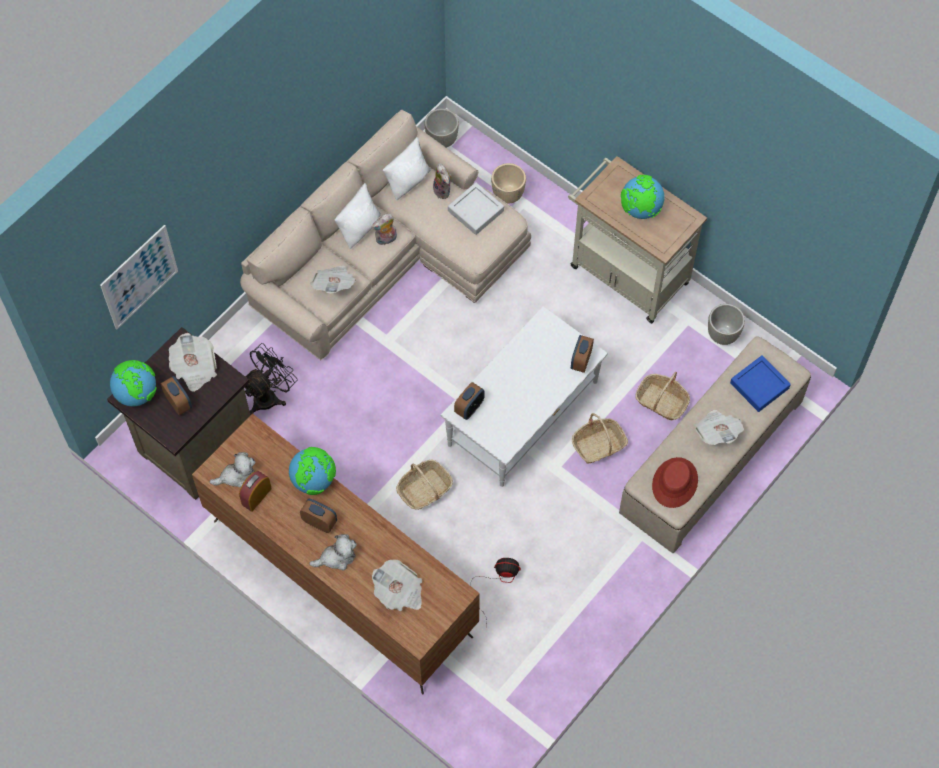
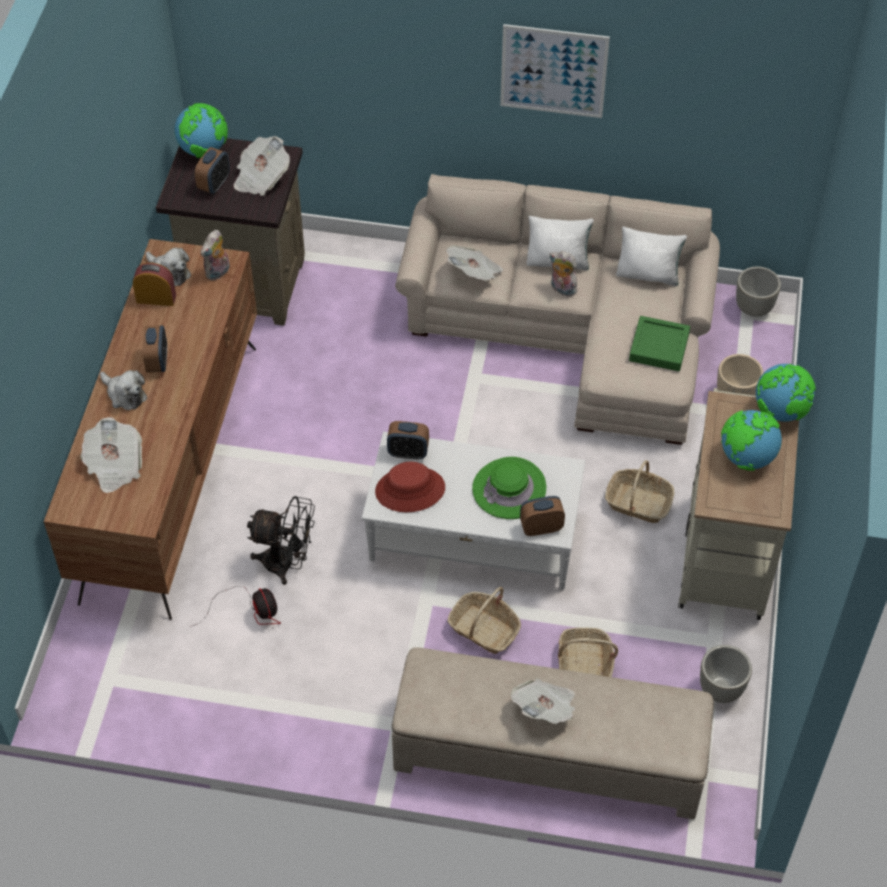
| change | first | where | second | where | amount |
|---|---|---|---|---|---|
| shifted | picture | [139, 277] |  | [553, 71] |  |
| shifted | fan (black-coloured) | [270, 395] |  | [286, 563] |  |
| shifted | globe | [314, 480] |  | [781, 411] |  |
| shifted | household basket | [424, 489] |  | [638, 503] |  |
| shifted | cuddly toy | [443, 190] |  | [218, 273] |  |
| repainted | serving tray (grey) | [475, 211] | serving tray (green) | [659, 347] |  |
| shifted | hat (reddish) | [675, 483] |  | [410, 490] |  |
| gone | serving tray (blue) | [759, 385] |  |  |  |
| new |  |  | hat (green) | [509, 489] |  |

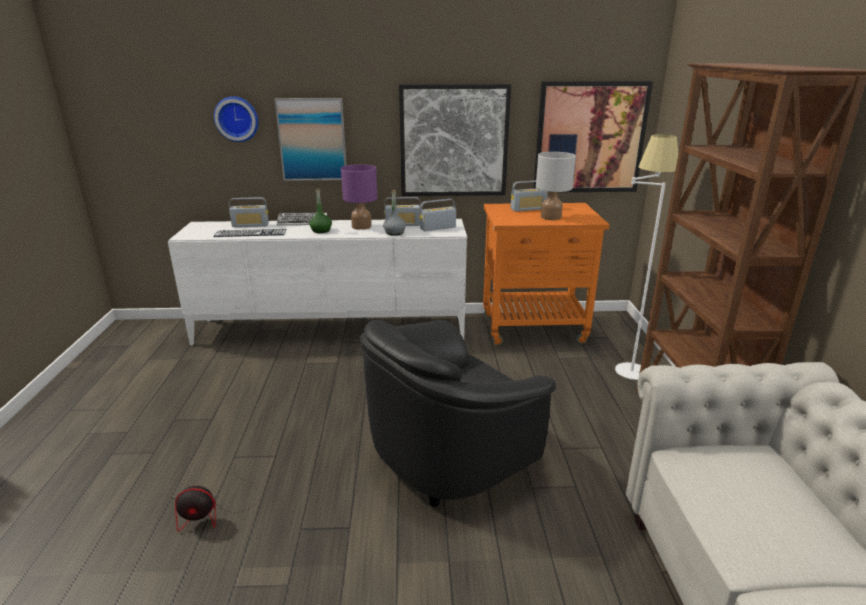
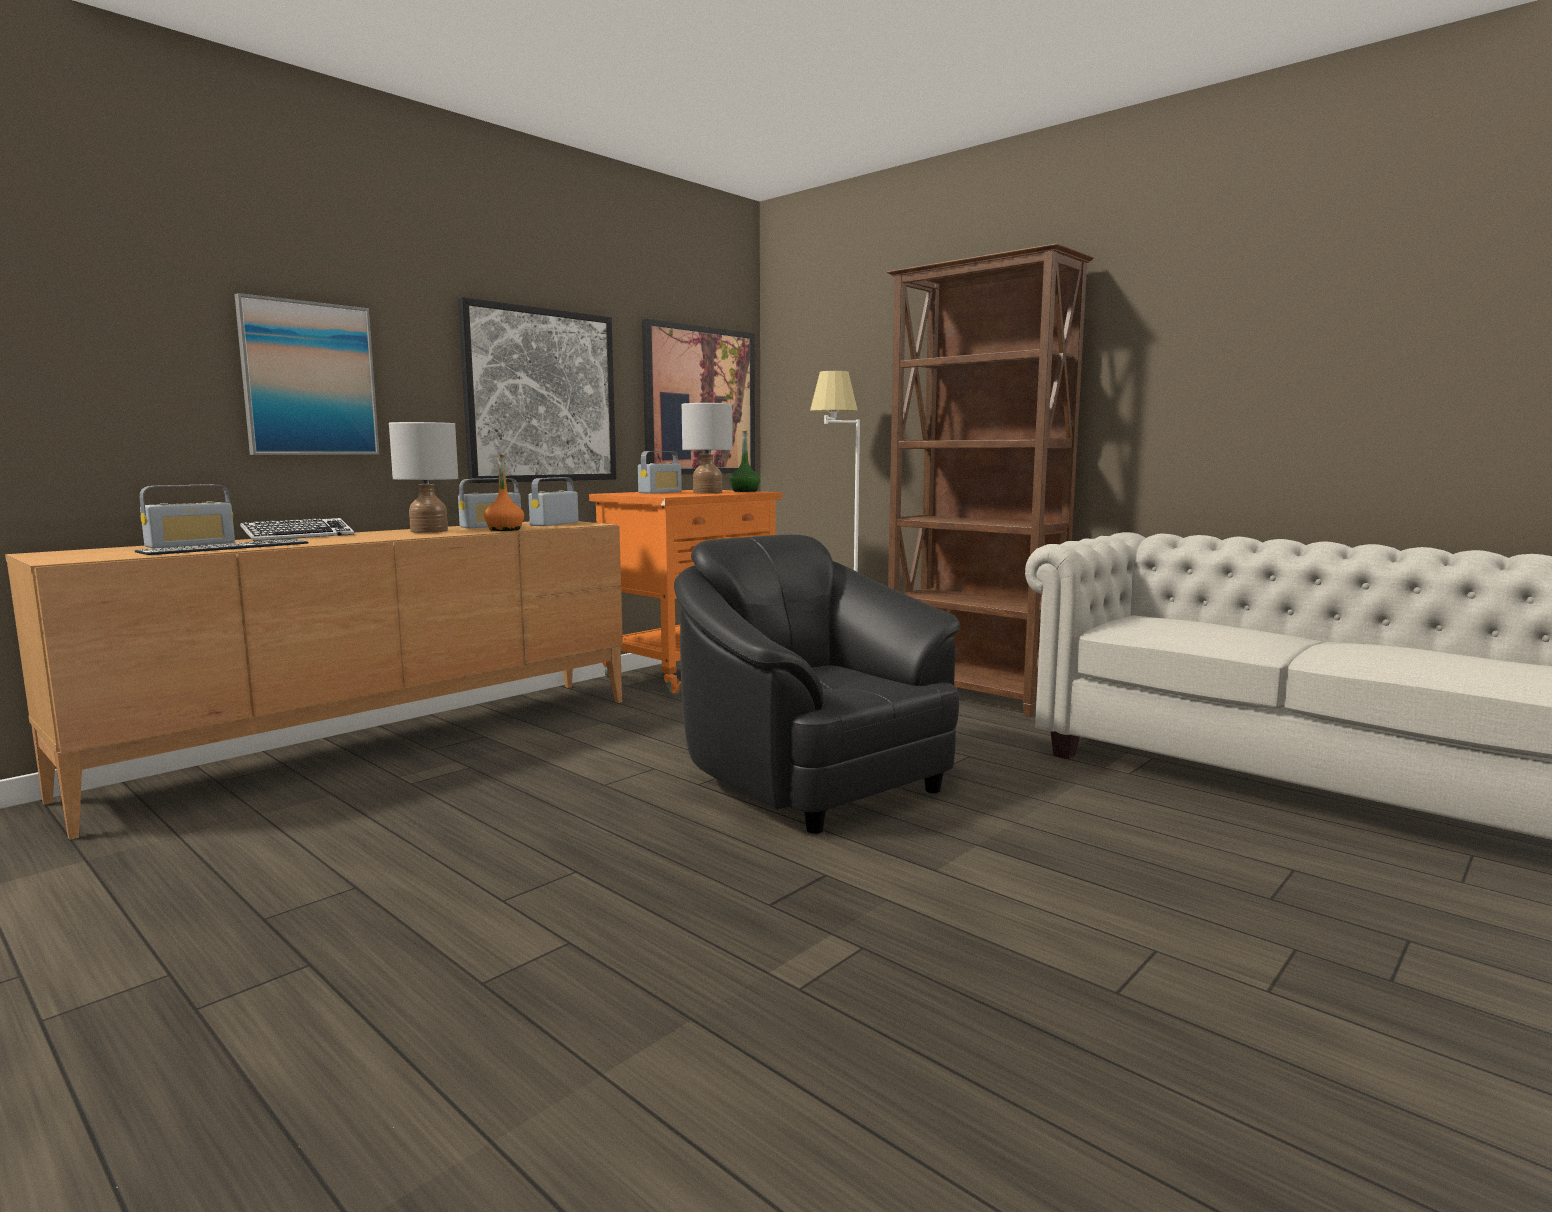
| change | first | where | second | where | amount |
|---|---|---|---|---|---|
| repainted | cupboard (white-coloured) | [332, 329] | cupboard (brown-coloured) | [382, 743] |  |
| gone | fan | [215, 510] |  |  |  |
| gone | wall clock | [237, 119] |  |  |  |
| shifted | drink bottle (green) | [321, 230] |  | [744, 491] |  |
| repainted | table lamp (purplish) | [361, 226] | table lamp (grey) | [428, 531] |  |
| rotated | armchair (black-coloured) | [452, 455] |  | [812, 781] | 135 degrees clockwise |
| repainted | drink bottle (grey) | [395, 233] | drink bottle (orange) | [505, 529] |  |

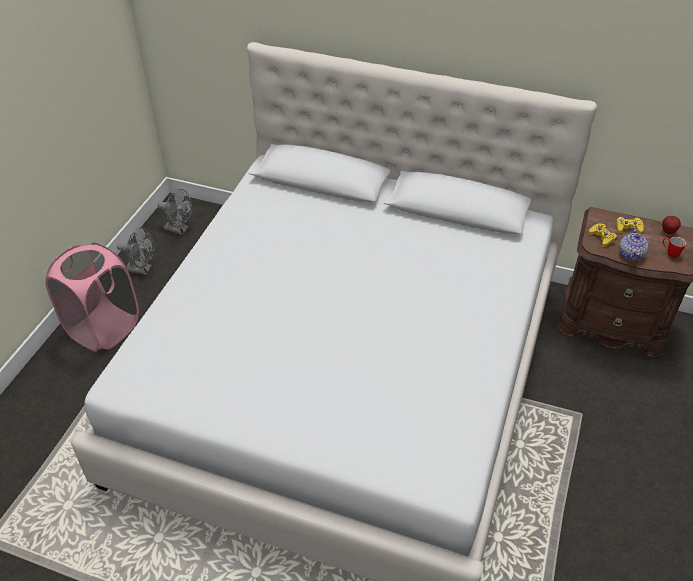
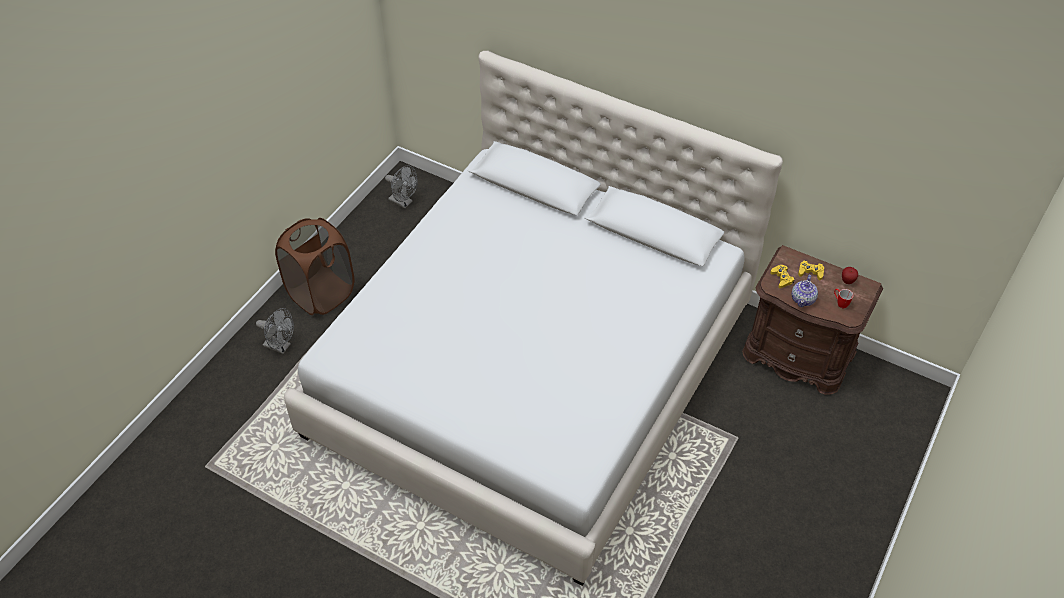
| change | first | where | second | where | amount |
|---|---|---|---|---|---|
| repainted | hamper (pink) | [104, 329] | hamper (brown-coloured) | [321, 294] |  |
| shifted | fan (grey) | [142, 269] |  | [281, 346] |  |

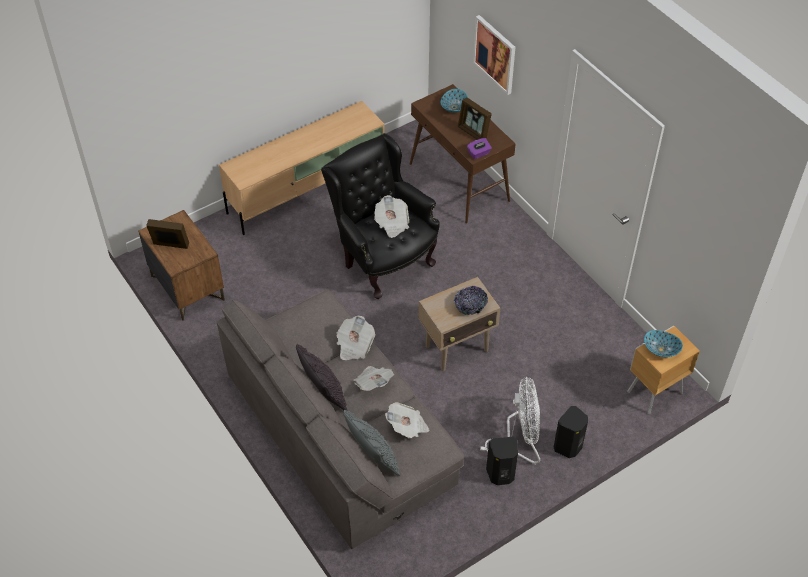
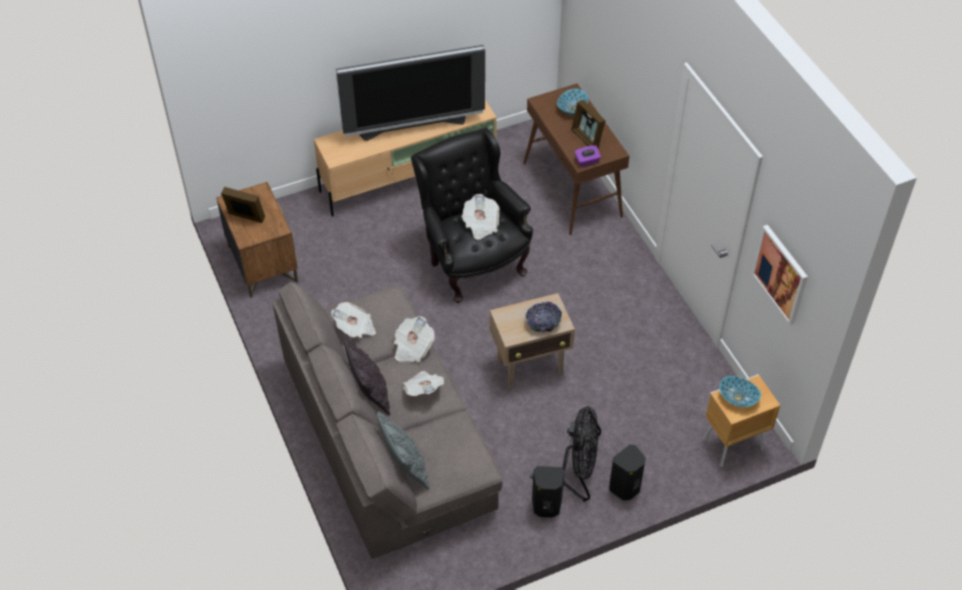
| change | first | where | second | where | amount |
|---|---|---|---|---|---|
| shifted | daily paper | [407, 427] |  | [355, 328] |  |
| shifted | picture | [495, 54] |  | [781, 274] |  |
| repainted | fan (white-coloured) | [518, 436] | fan (black-coloured) | [574, 469] |  |
| new |  |  | TV | [413, 126] |  |

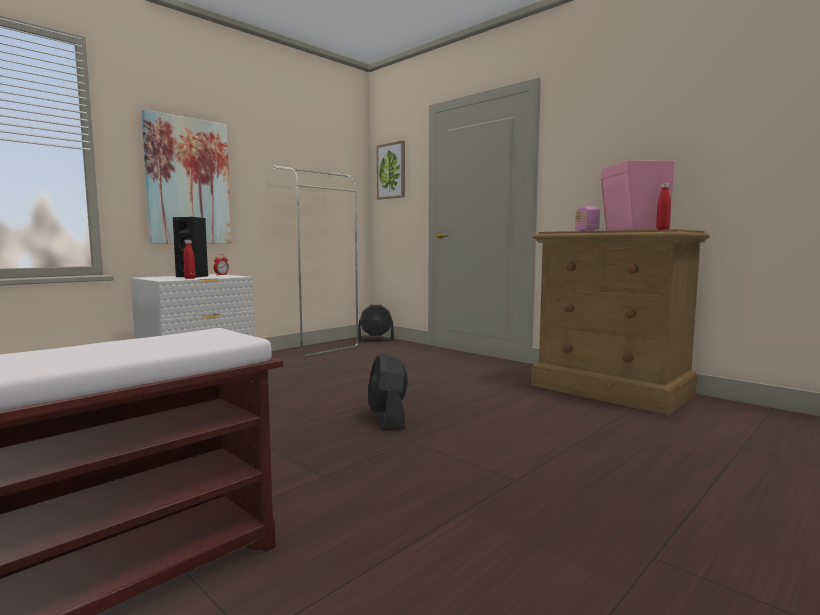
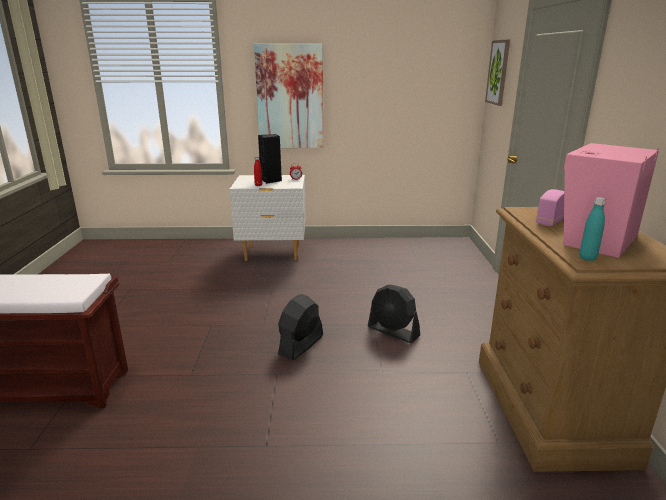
| change | first | where | second | where | amount |
|---|---|---|---|---|---|
| gone | garment rack (grey) | [320, 348] |  |  |  |
| shifted | fan (black-coloured) | [376, 340] |  | [393, 331] |  |
| repainted | drink bottle (reddish) | [662, 229] | drink bottle (turquoise) | [587, 258] |  |

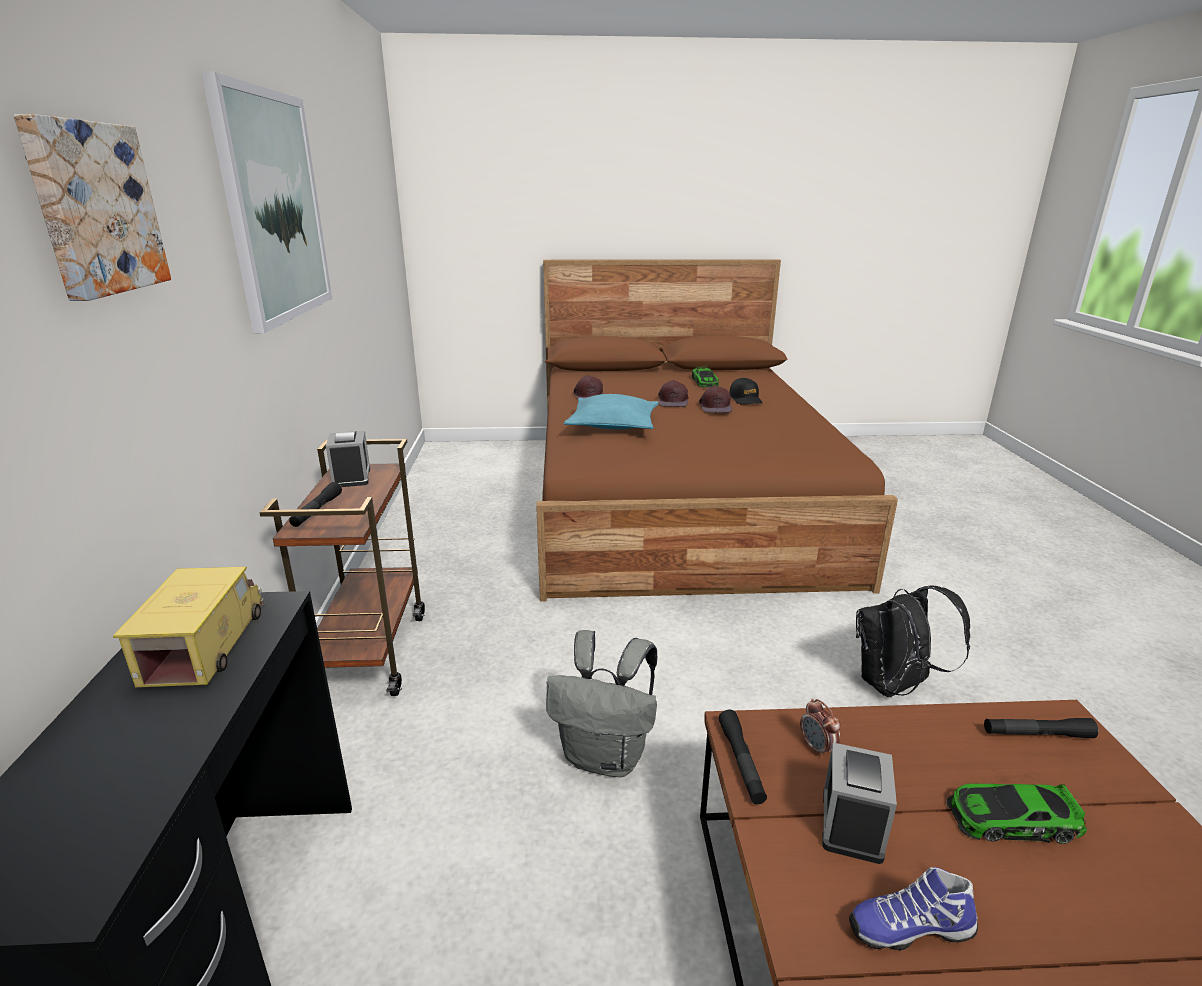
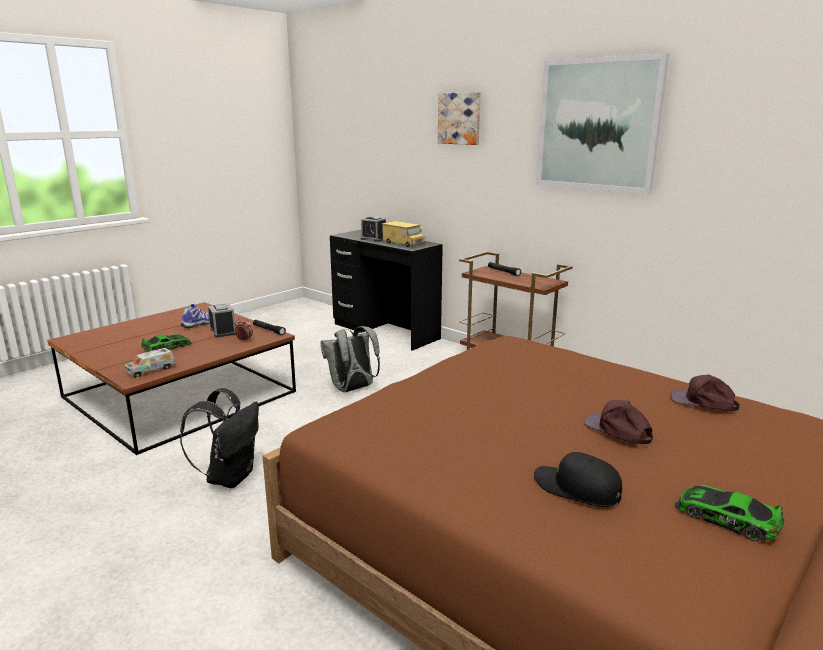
| change | first | where | second | where | amount |
|---|---|---|---|---|---|
| shifted | alarm clock | [351, 477] |  | [373, 239] |  |
| gone | pillow (turquoise) | [613, 425] |  |  |  |
| gone | baseball cap (brown-coloured) | [715, 407] |  |  |  |
| swapped | torch (black-coloured) | [1037, 734] | model truck | [151, 370] |  |

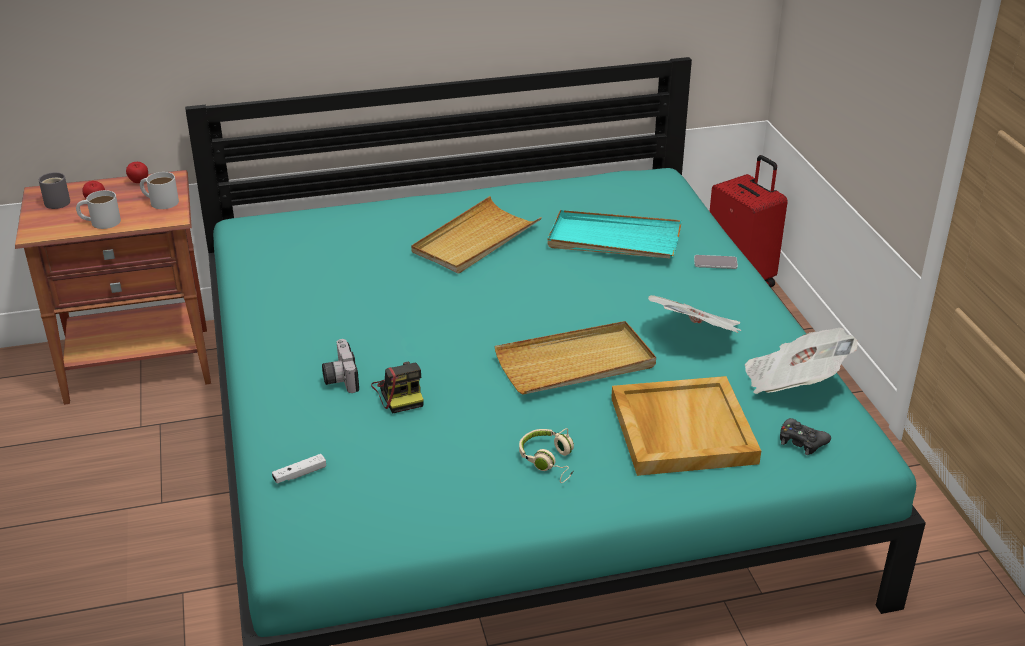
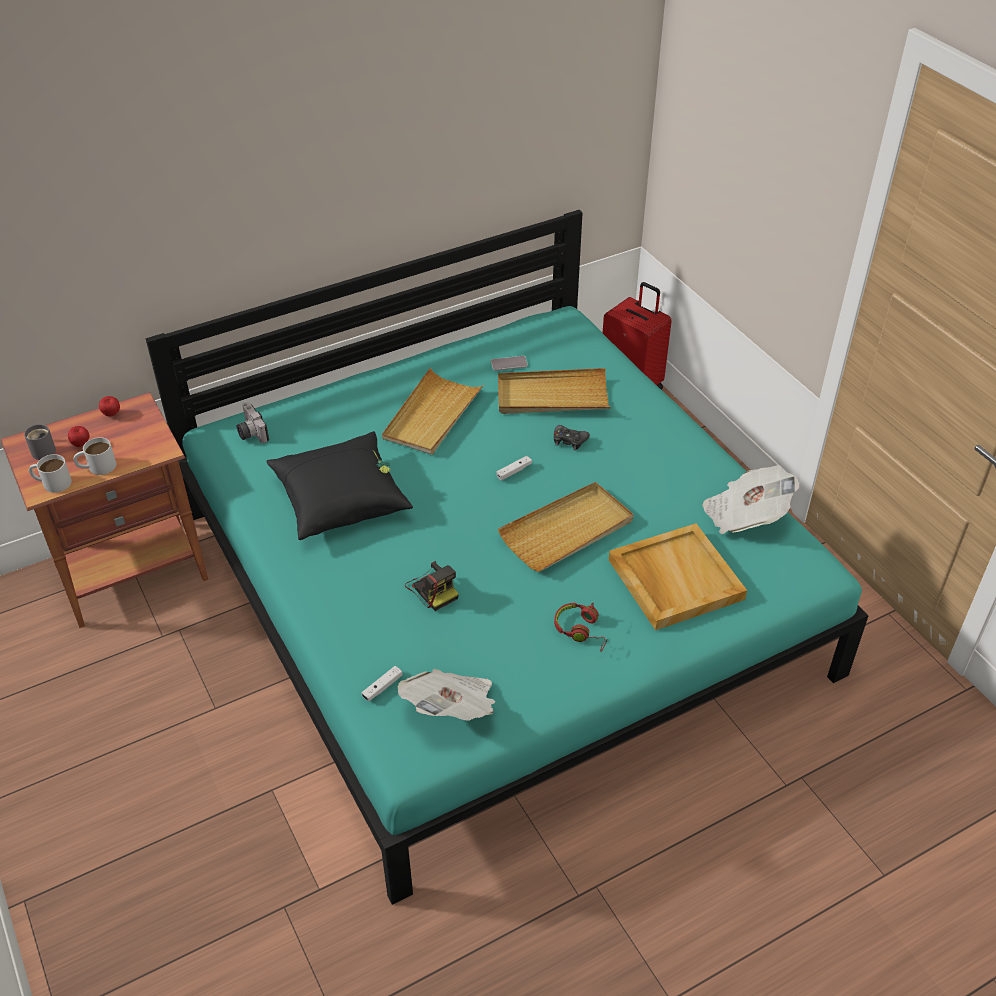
| change | first | where | second | where | amount |
|---|---|---|---|---|---|
| shifted | mug (white-coloured) | [159, 201] |  | [52, 482] |  |
| shifted | still camera | [339, 378] |  | [250, 432] |  |
| repainted | headphones (sand-coloured) | [550, 461] | headphones (reddish) | [582, 631] |  |
| repainted | serving tray (turquoise) | [613, 240] | serving tray (sand-coloured) | [552, 396] |  |
| shifted | daily paper | [697, 336] |  | [452, 709] |  |
| shifted | handset | [715, 263] |  | [509, 364] |  |
| shifted | gamepad (black-coloured) | [801, 442] |  | [569, 441] |  |
| new |  |  | pillow (black-coloured) | [340, 500] |  |
| new |  |  | gamepad (white-coloured) | [514, 471] |  |

